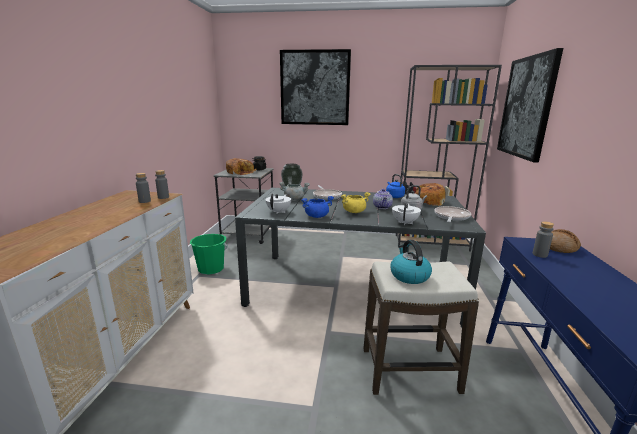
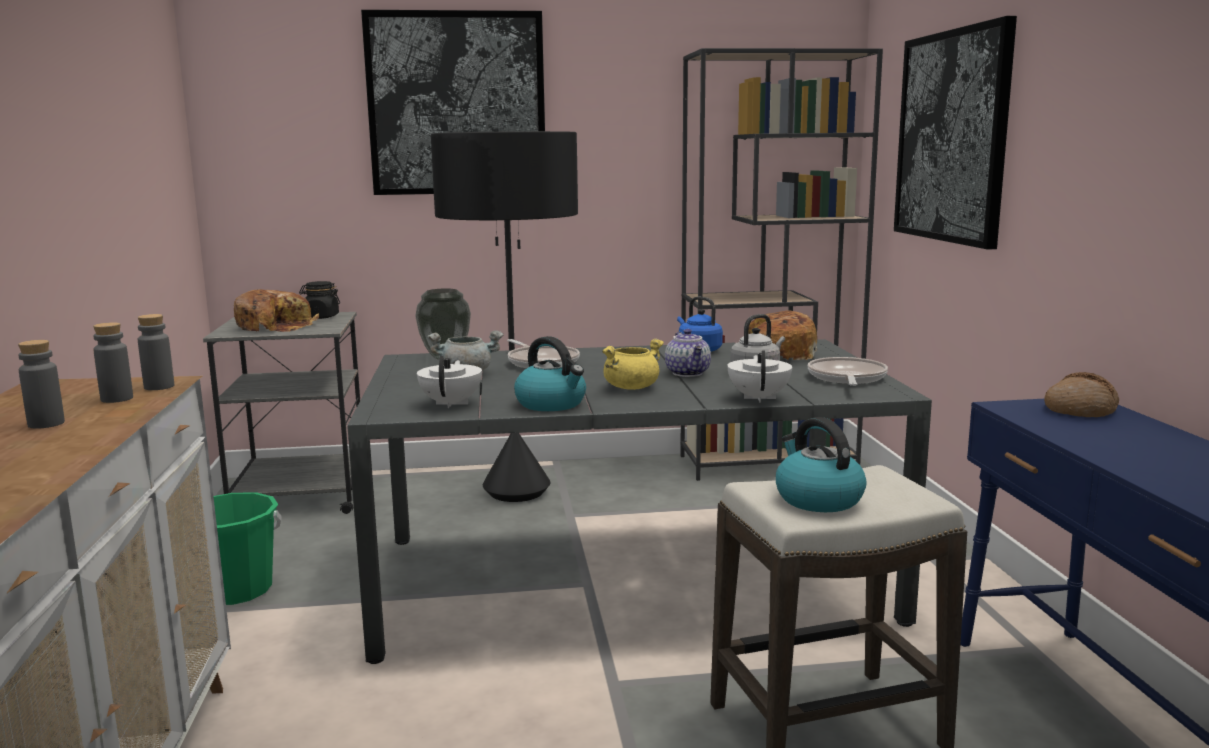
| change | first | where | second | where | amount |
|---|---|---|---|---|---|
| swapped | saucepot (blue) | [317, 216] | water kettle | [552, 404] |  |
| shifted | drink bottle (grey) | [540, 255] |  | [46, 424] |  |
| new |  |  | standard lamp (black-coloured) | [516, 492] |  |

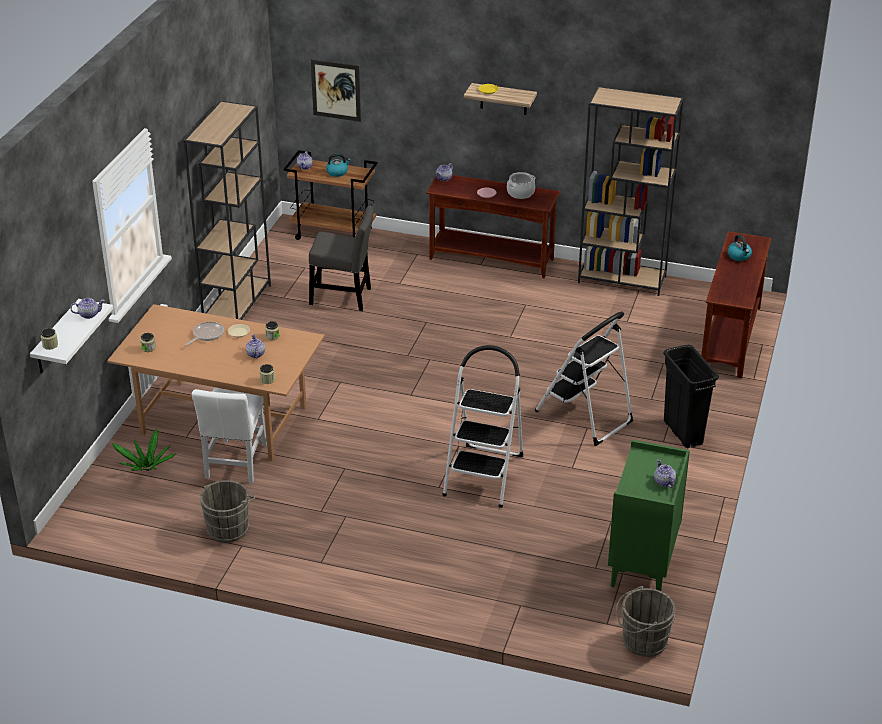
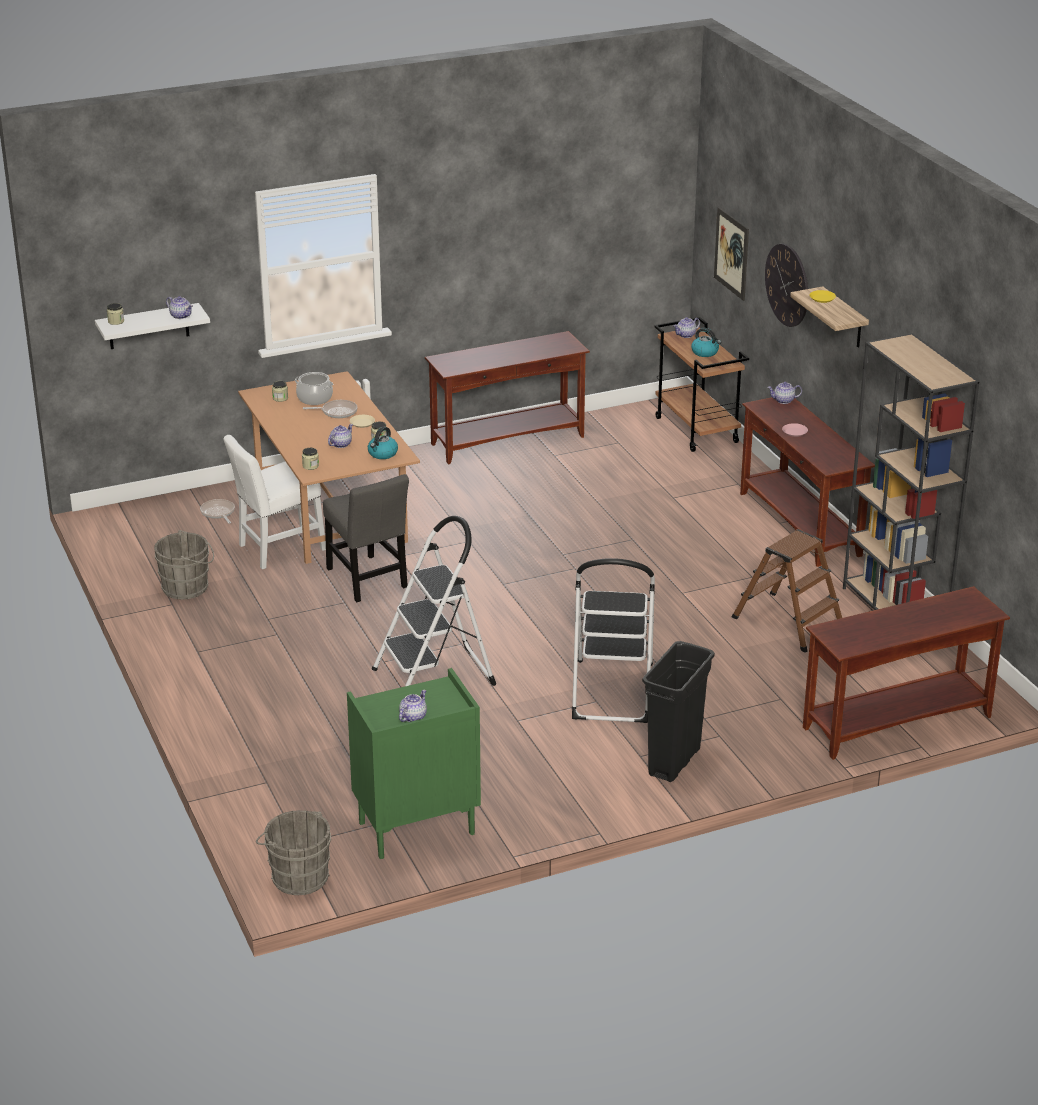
| change | first | where | second | where | amount |
|---|---|---|---|---|---|
| swapped | potted plant | [146, 467] | pan | [218, 513] |  |
| swapped | shelving unit | [237, 304] | console table (brown-coloured) | [508, 440] |  |
| shifted | plain chair (grey) | [344, 297] |  | [368, 580] |  |
| shifted | saucepot | [520, 193] |  | [314, 398] |  |
| shifted | water kettle | [739, 256] |  | [382, 454] |  |
| new |  |  | step ladder (brown-coloured) | [788, 622] |  |
| new |  |  | wall clock | [787, 285] |  |

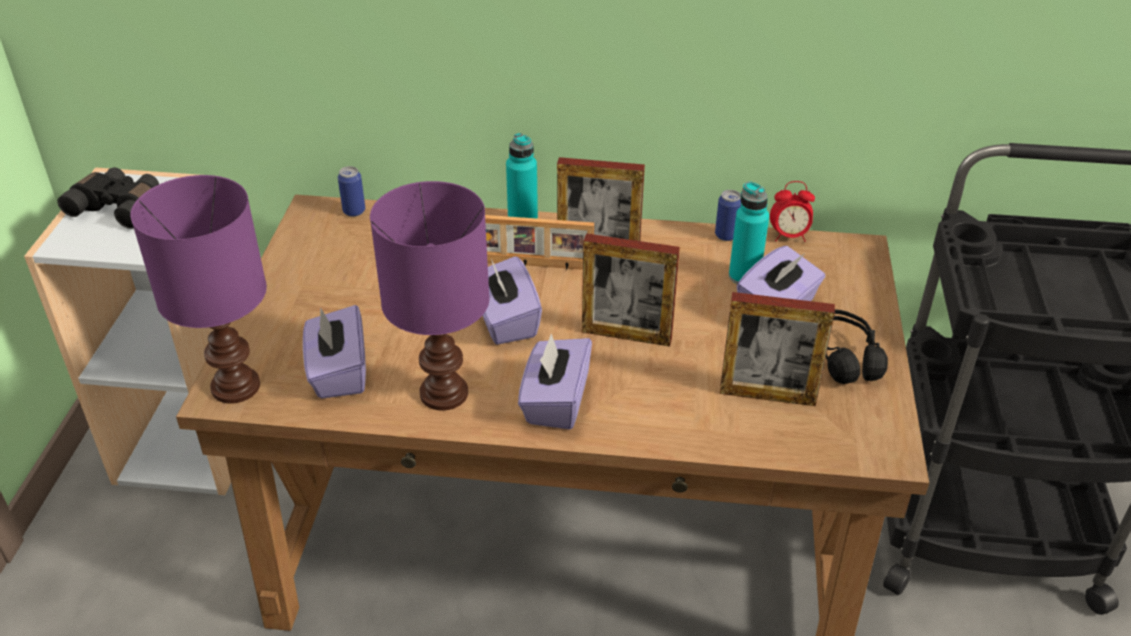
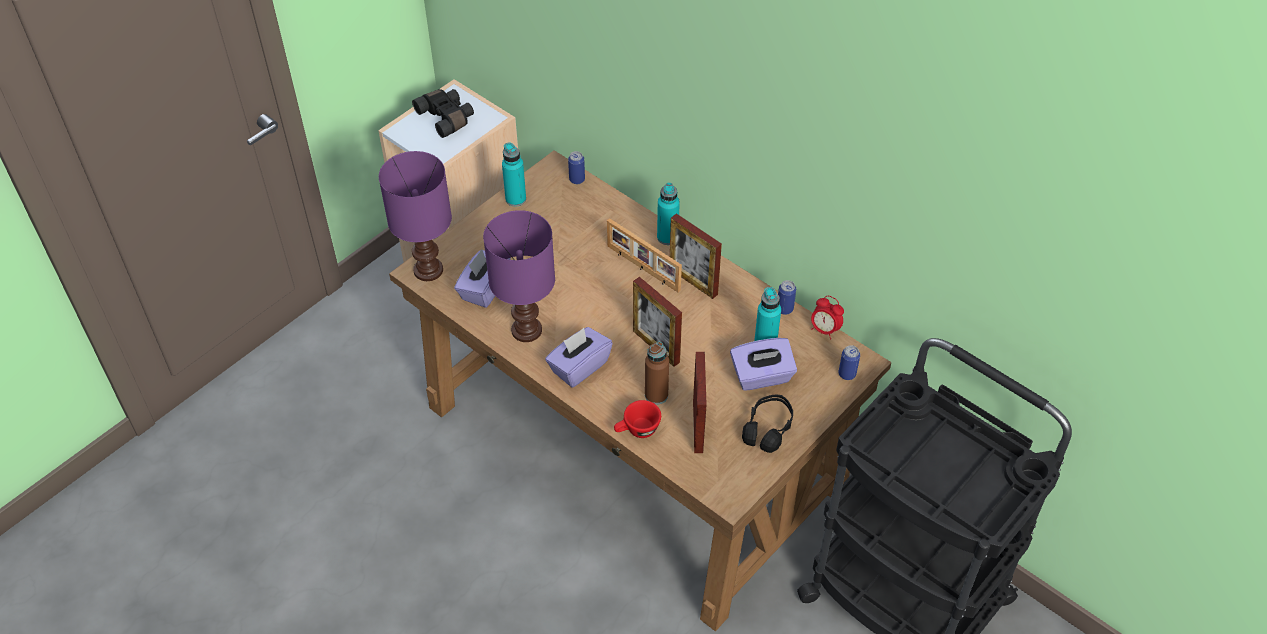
| change | first | where | second | where | amount |
|---|---|---|---|---|---|
| gone | tissue box (purplish) | [505, 321] |  |  |  |
| rotated | photo frame | [767, 395] |  | [698, 426] | 135 degrees counterclockwise |
| new |  |  | drink bottle (turquoise) | [515, 199] |  |
| new |  |  | cup (reddish) | [637, 431] |  |
| new |  |  | drink bottle (brown-coloured) | [656, 395] |  |
| new |  |  | metal can | [847, 374] |  |

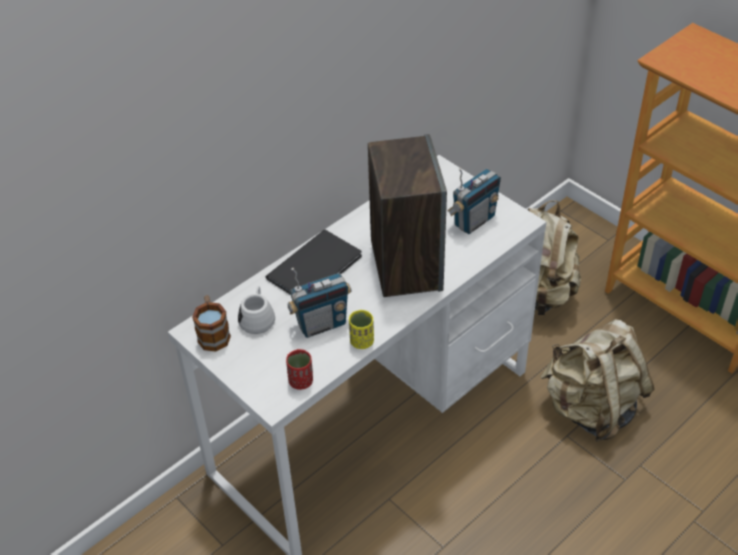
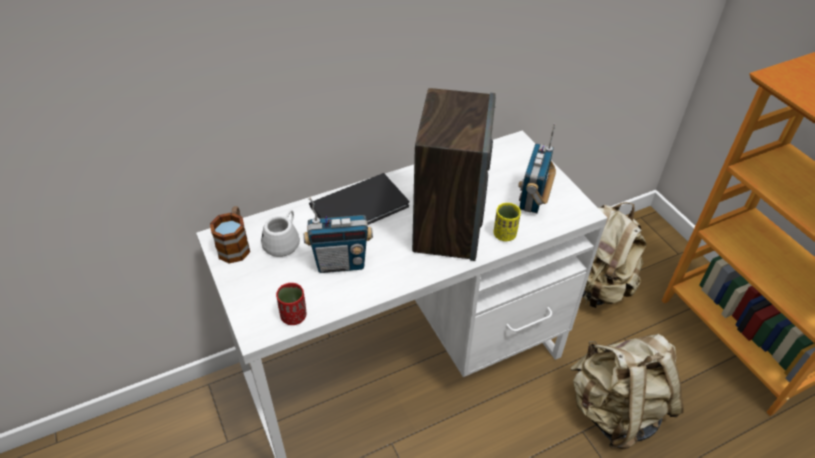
| change | first | where | second | where | amount |
|---|---|---|---|---|---|
| shifted | cup (yellow-coloured) | [362, 341] |  | [504, 234] |  |
| rotated | radio set | [474, 221] |  | [533, 199] | 135 degrees clockwise |

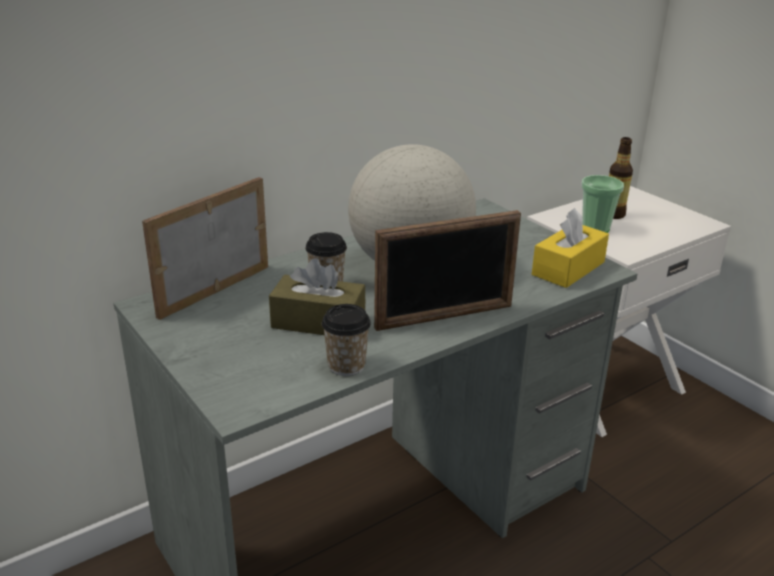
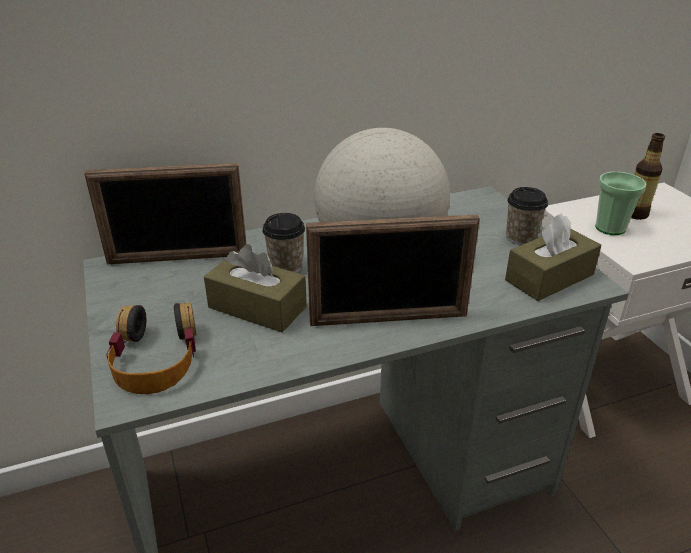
| change | first | where | second | where | amount |
|---|---|---|---|---|---|
| rotated | photo frame | [214, 290] |  | [178, 259] | 150 degrees counterclockwise |
| shifted | cup | [346, 366] |  | [521, 238] |  |
| repainted | tissue box (yellow-coloured) | [568, 268] | tissue box (brown-coloured) | [549, 277] |  |
| new |  |  | headphones | [156, 358] |  |

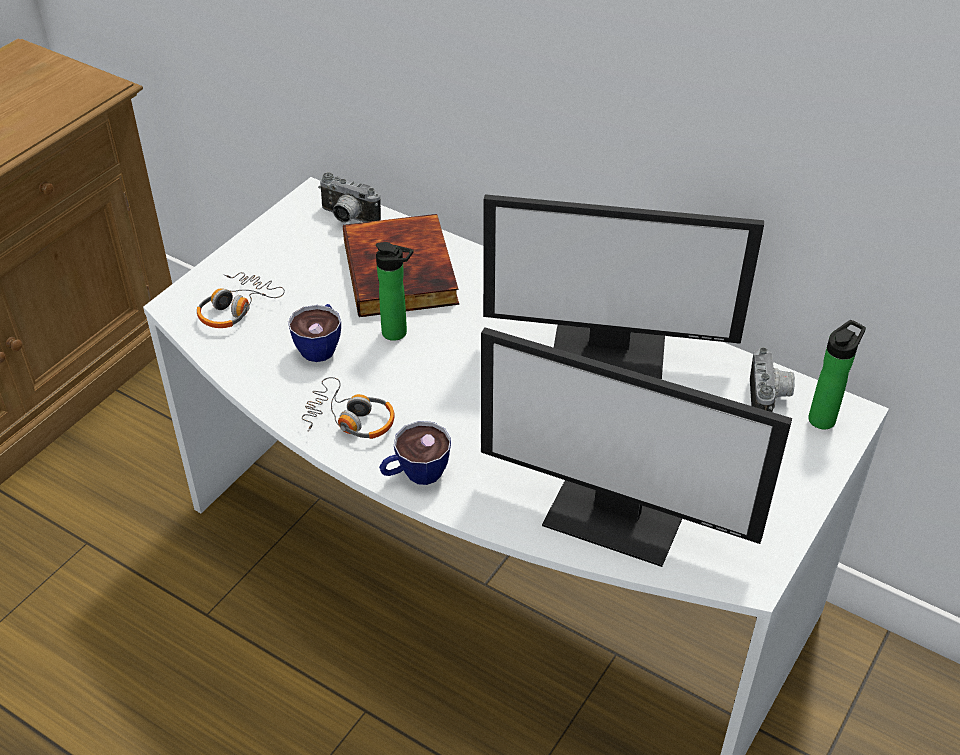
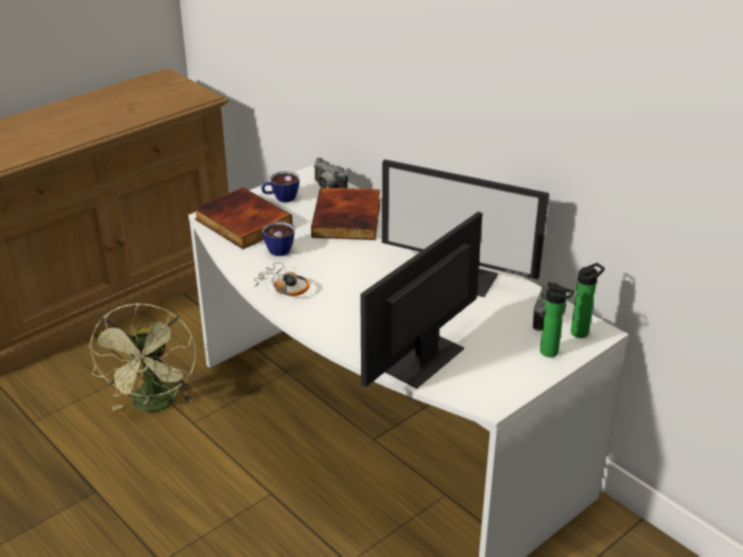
| change | first | where | second | where | amount |
|---|---|---|---|---|---|
| swapped | headphones | [237, 308] | bound book | [241, 223] |  |
| shifted | drink bottle | [398, 333] |  | [551, 353] |  |
| shifted | cup | [415, 474] |  | [281, 198] |  |
| rotated | computer screen | [616, 517] |  | [422, 360] | 90 degrees clockwise |
| new |  |  | fan (green) | [155, 405] |  |

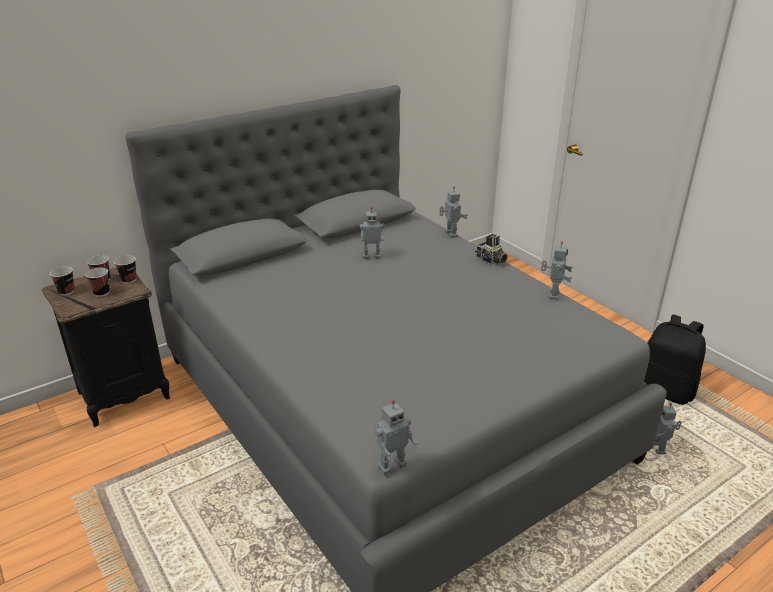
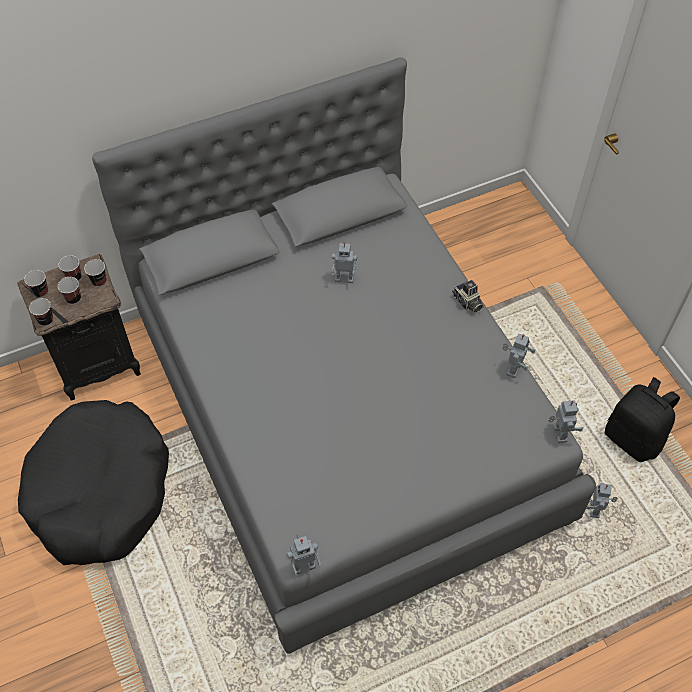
| change | first | where | second | where | amount |
|---|---|---|---|---|---|
| shifted | robot figure | [450, 234] |  | [558, 434] |  |
| new |  |  | dog cushion (black-coloured) | [100, 491] |  |
| new |  |  | cup | [46, 320] |  |

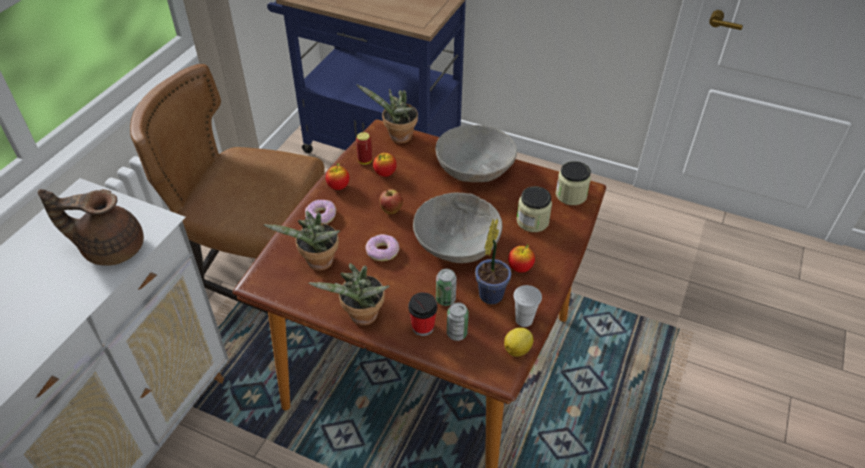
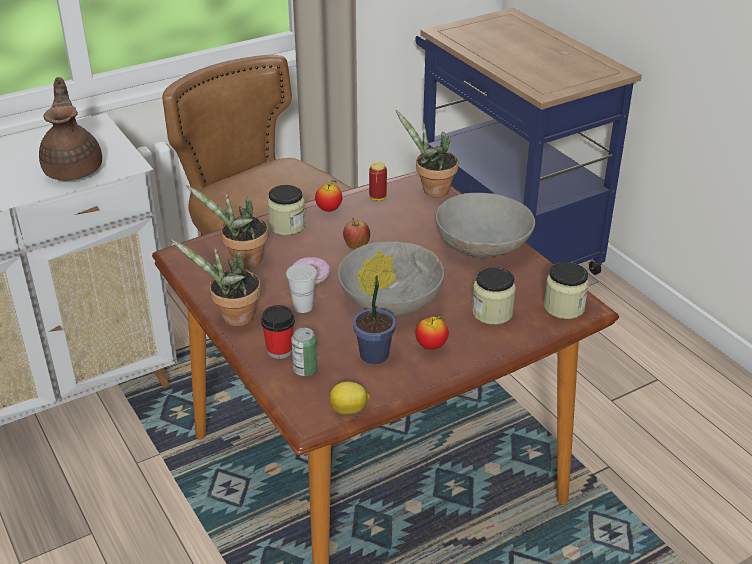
| change | first | where | second | where | amount |
|---|---|---|---|---|---|
| rotated | pot for tea (brown-coloured) | [111, 248] |  | [74, 169] | 45 degrees clockwise |
| swapped | ring doughnut | [321, 216] | preserve jar | [287, 226] |  |
| gone | apple | [385, 174] |  |  |  |
| gone | metal can | [445, 299] |  |  |  |
| shifted | cup (white-coloured) | [524, 320] |  | [303, 307] |  |

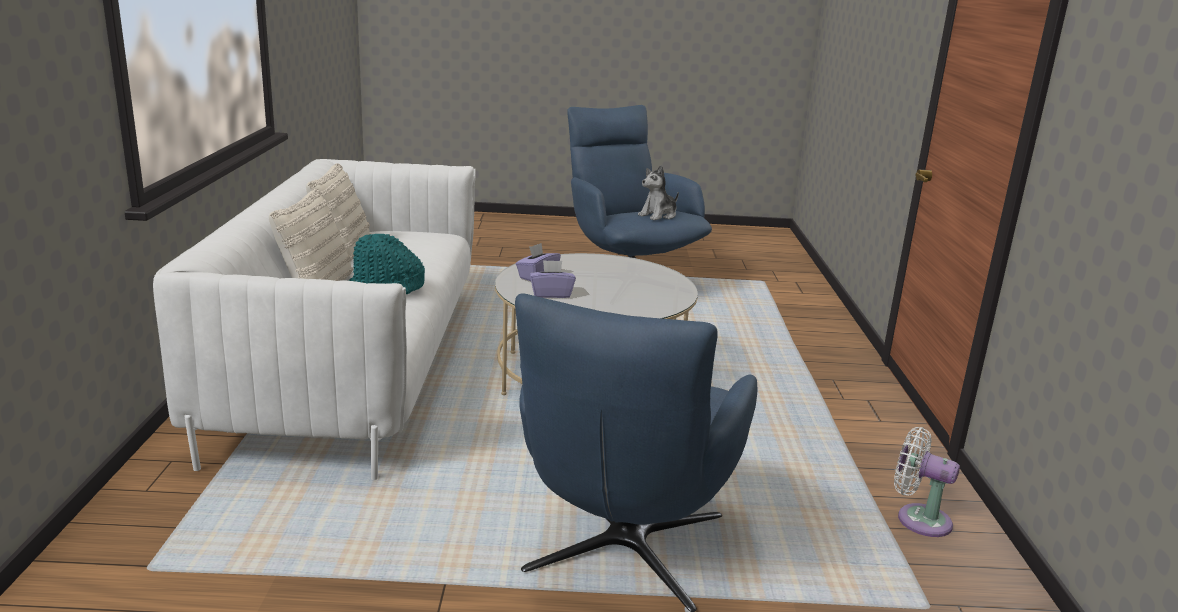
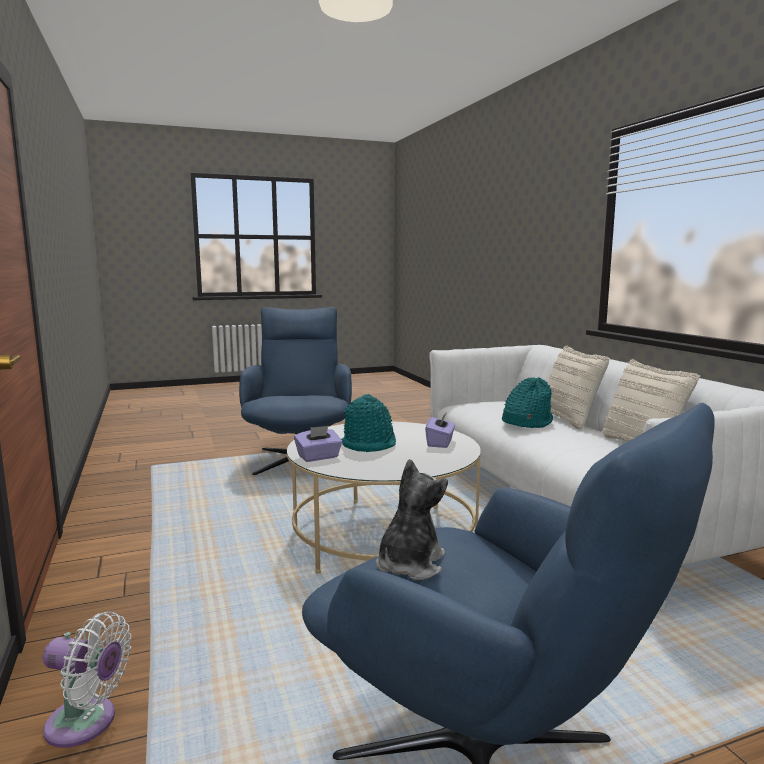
| change | first | where | second | where | amount |
|---|---|---|---|---|---|
| shifted | tissue box (purplish) | [551, 294] |  | [318, 457] |  |
| shifted | fan (white-coloured) | [918, 519] |  | [87, 723] |  |
| new |  |  | hat (turquoise) | [369, 444] |  |

